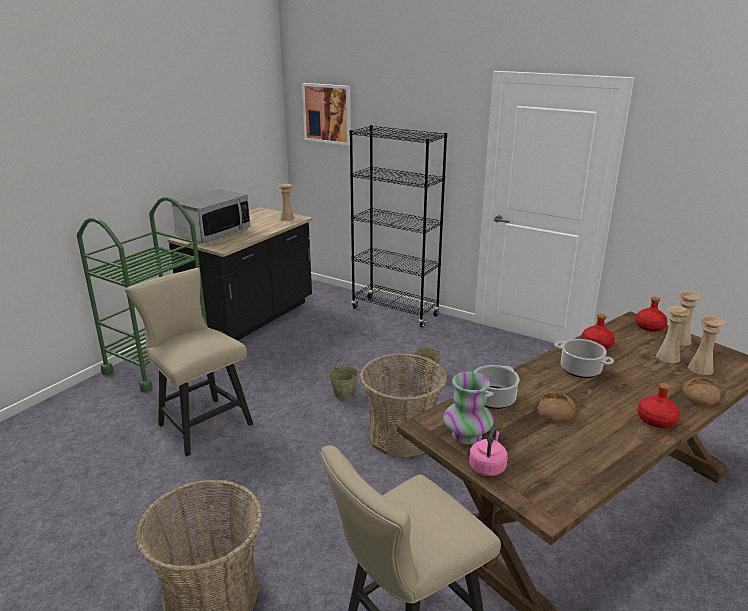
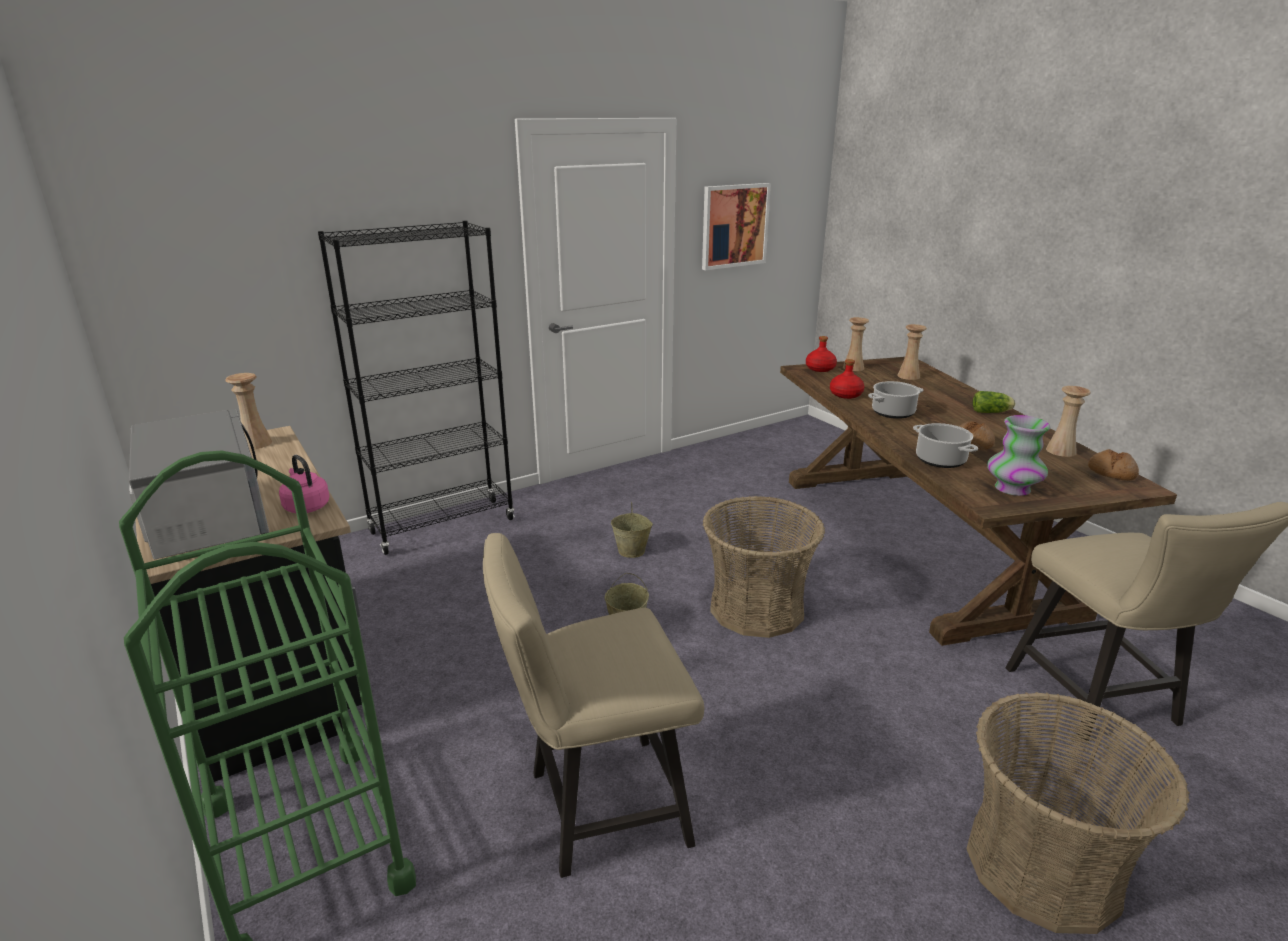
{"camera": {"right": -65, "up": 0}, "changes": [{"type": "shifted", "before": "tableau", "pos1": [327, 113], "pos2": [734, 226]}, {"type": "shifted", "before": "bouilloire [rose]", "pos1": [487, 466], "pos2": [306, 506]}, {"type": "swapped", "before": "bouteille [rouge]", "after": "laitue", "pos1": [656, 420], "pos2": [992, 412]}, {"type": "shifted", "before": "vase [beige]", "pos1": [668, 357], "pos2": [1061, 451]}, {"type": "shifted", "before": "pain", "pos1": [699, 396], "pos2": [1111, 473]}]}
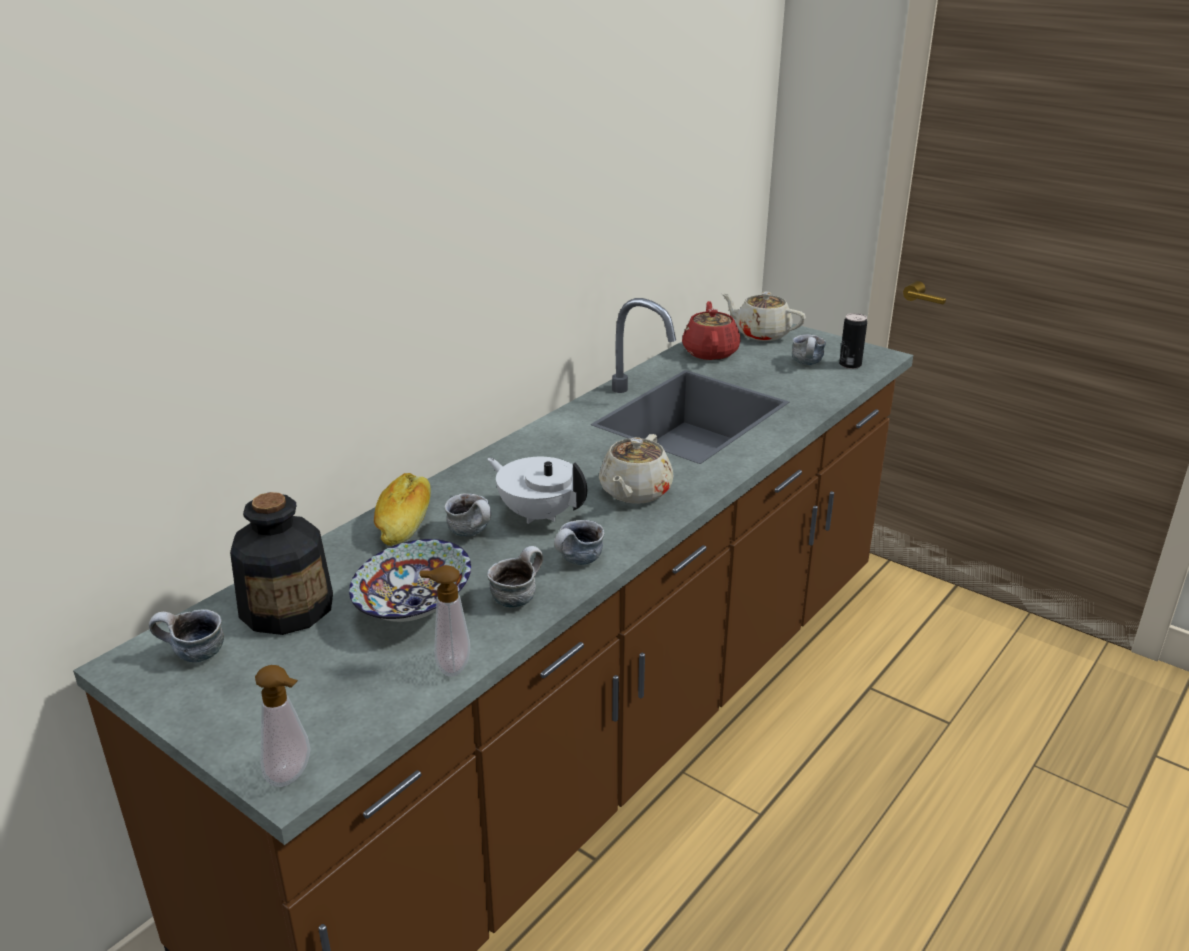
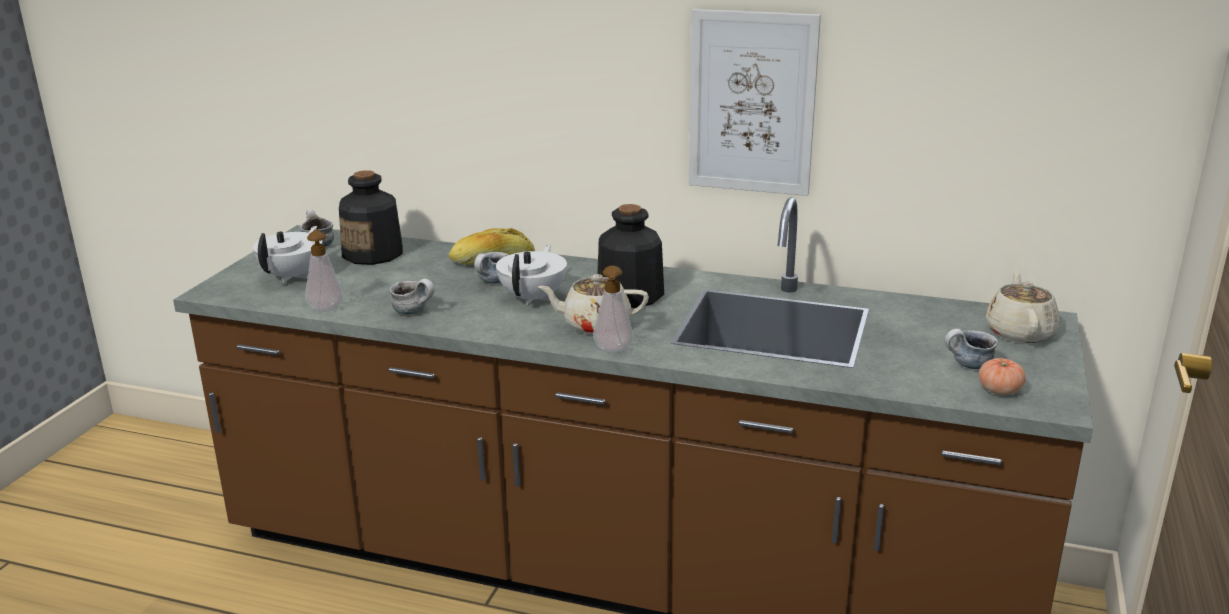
{"camera": {"right": 70, "up": -5}, "changes": [{"type": "shifted", "before": "distributeur de savon", "pos1": [293, 776], "pos2": [613, 351]}, {"type": "gone", "before": "bol", "pos1": [415, 608]}, {"type": "gone", "before": "mug", "pos1": [578, 562]}, {"type": "gone", "before": "théière [rouge]", "pos1": [710, 352]}, {"type": "swapped", "before": "boîte métallique", "after": "tomate", "pos1": [850, 365], "pos2": [999, 390]}, {"type": "new", "after": "théière [blanc]", "pos2": [293, 276]}, {"type": "new", "after": "bouteille", "pos2": [630, 295]}, {"type": "new", "after": "tableau", "pos2": [752, 103]}]}
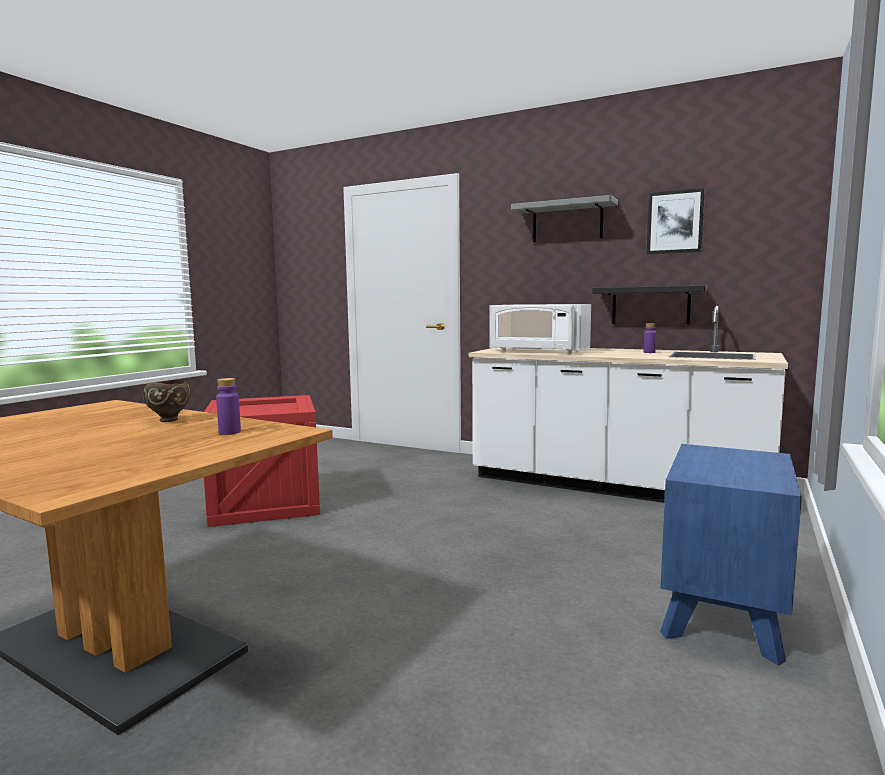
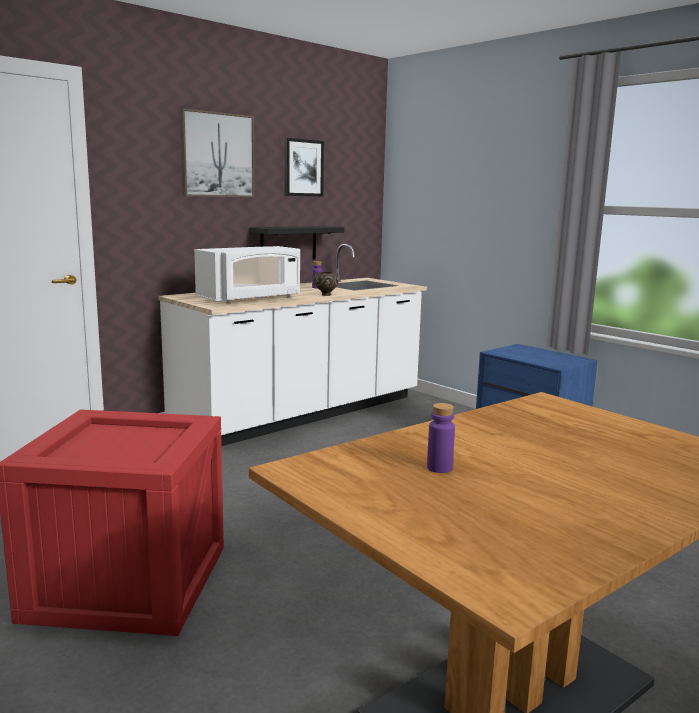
{"camera": {"right": -70, "up": 5}, "changes": [{"type": "shifted", "before": "bol [marron]", "pos1": [169, 420], "pos2": [325, 295]}, {"type": "shifted", "before": "bouteille [violet]", "pos1": [229, 432], "pos2": [439, 468]}, {"type": "swapped", "before": "étagère [gris]", "after": "tableau", "pos1": [567, 222], "pos2": [217, 155]}]}
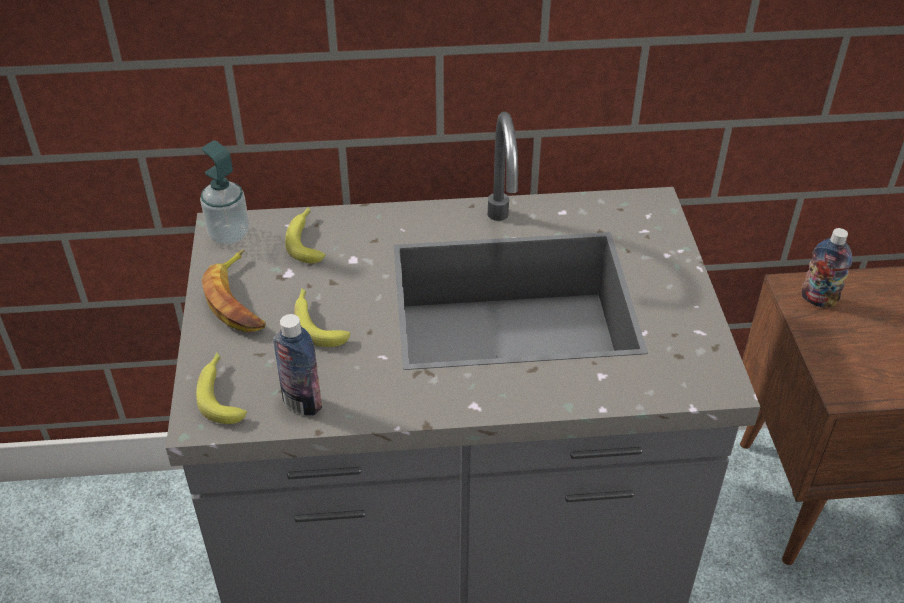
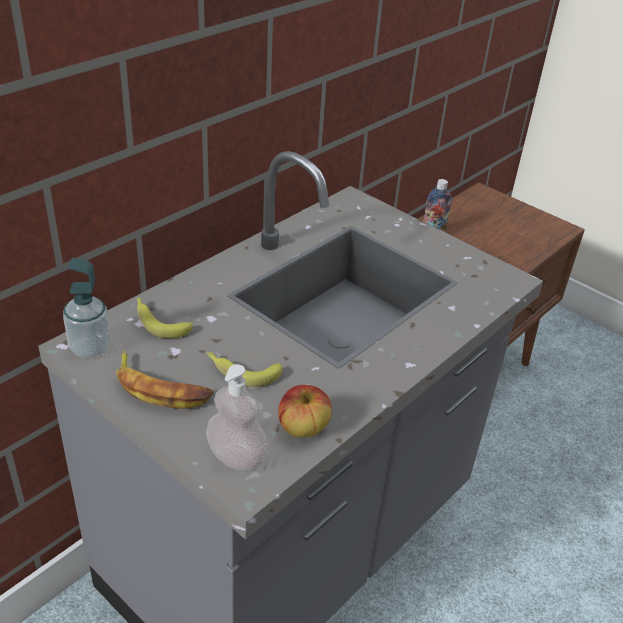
{"camera": {"right": -45, "up": -5}, "changes": [{"type": "swapped", "before": "banane", "after": "distributeur de savon", "pos1": [222, 393], "pos2": [237, 457]}, {"type": "swapped", "before": "bouteille", "after": "pomme", "pos1": [302, 403], "pos2": [303, 428]}]}
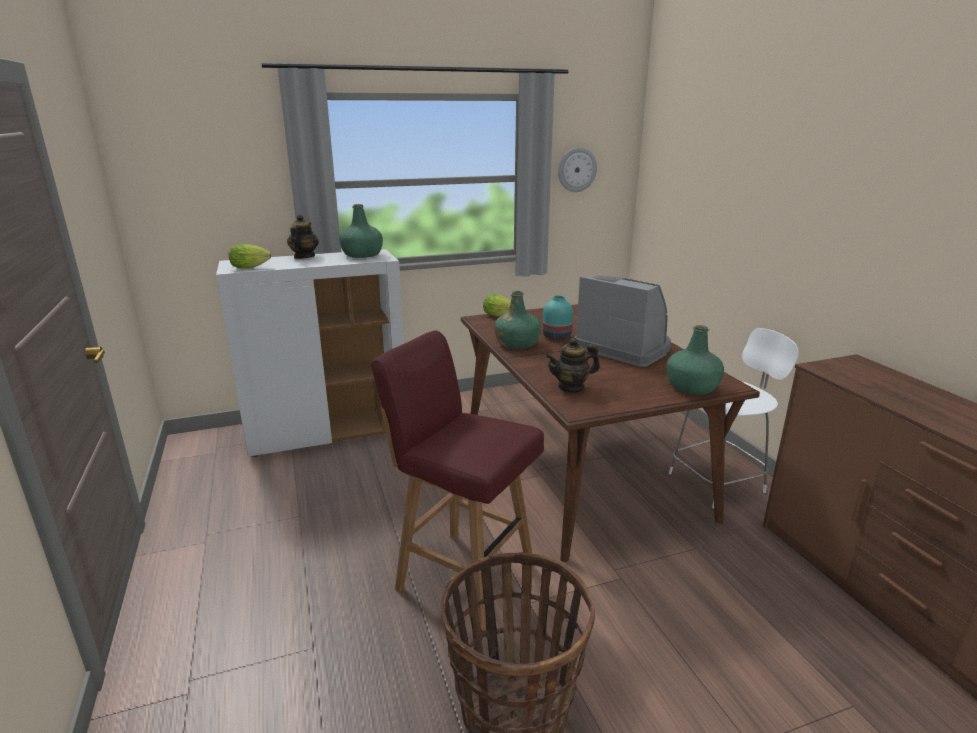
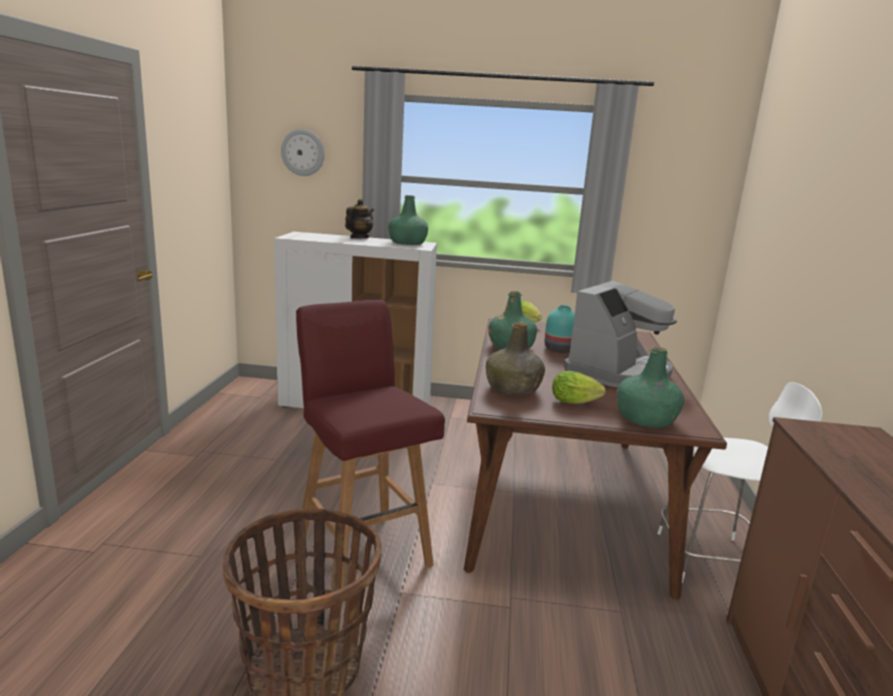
{"camera": {"right": 25, "up": -5}, "changes": [{"type": "shifted", "before": "laitue", "pos1": [252, 267], "pos2": [577, 403]}, {"type": "swapped", "before": "théière", "after": "bouteille [vert]", "pos1": [571, 387], "pos2": [513, 389]}, {"type": "shifted", "before": "horloge murale", "pos1": [576, 169], "pos2": [303, 152]}, {"type": "rotated", "before": "machine à café", "pos1": [624, 348], "pos2": [618, 372], "turn": 60}]}
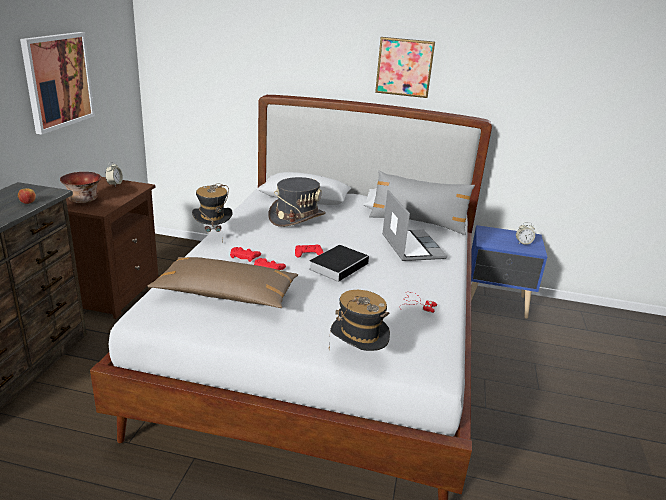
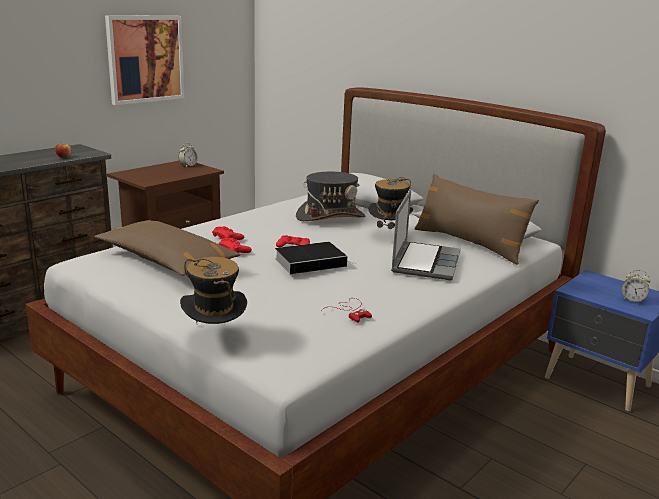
{"camera": {"right": 30, "up": -5}, "changes": [{"type": "gone", "before": "bol", "pos1": [84, 201]}, {"type": "shifted", "before": "chapeau", "pos1": [213, 235], "pos2": [388, 235]}, {"type": "repainted", "before": "coussin [gris]", "after": "coussin [marron]", "pos1": [417, 223], "pos2": [469, 244]}, {"type": "gone", "before": "tableau", "pos1": [404, 67]}]}
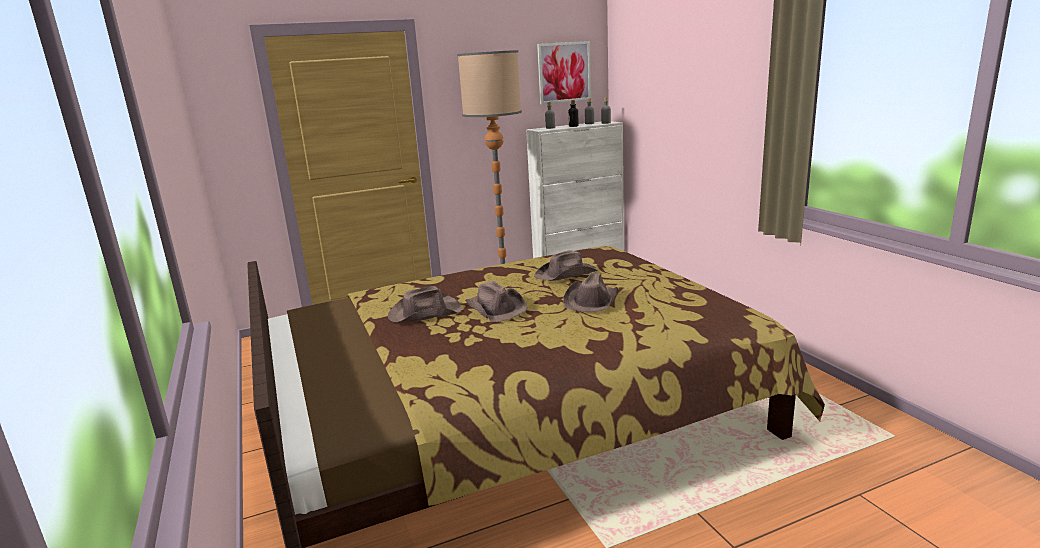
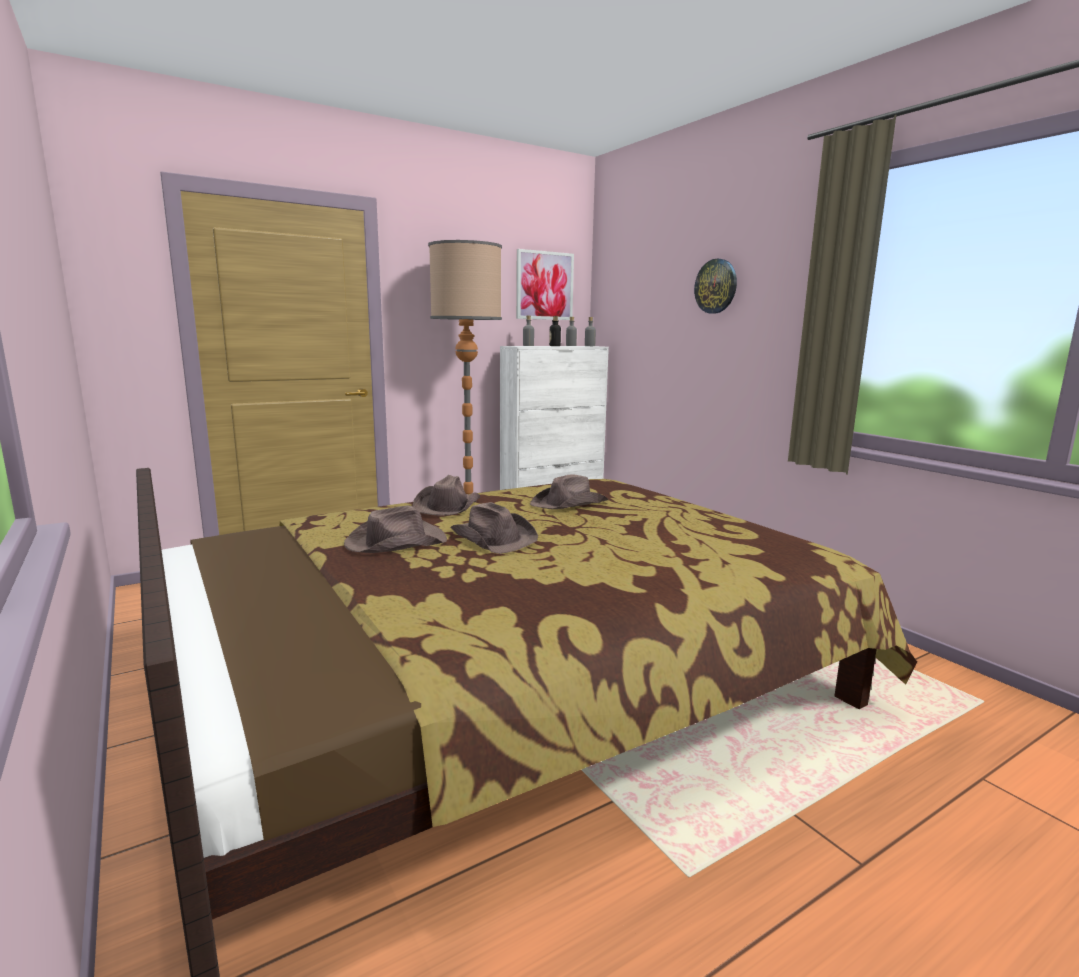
{"camera": {"right": -10, "up": -5}, "changes": [{"type": "shifted", "before": "chapeau [marron]", "pos1": [591, 300], "pos2": [447, 506]}, {"type": "new", "after": "horloge murale", "pos2": [716, 286]}]}
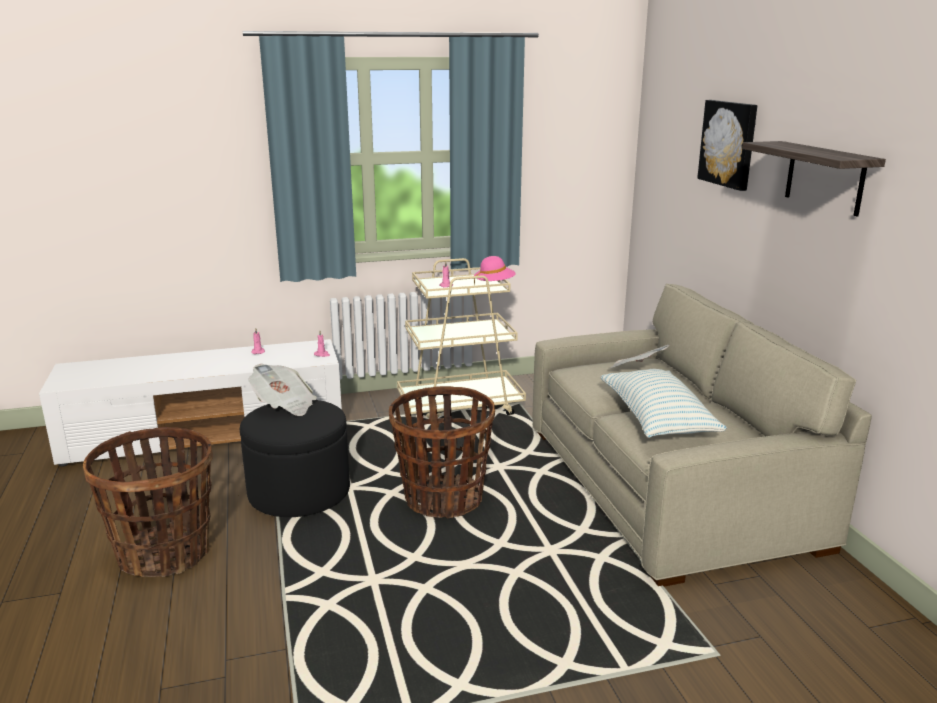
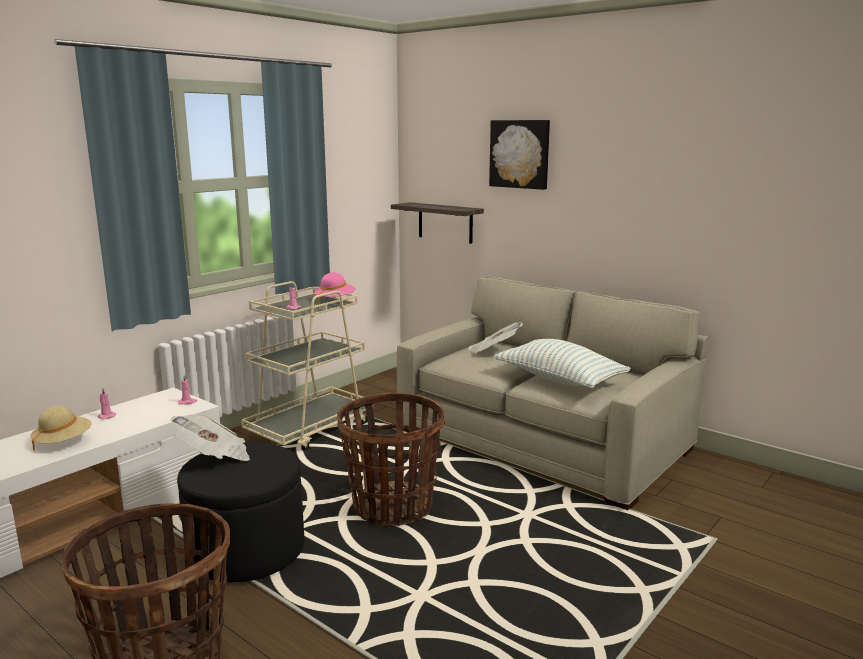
{"camera": {"right": -35, "up": -5}, "changes": [{"type": "shifted", "before": "étagère", "pos1": [824, 177], "pos2": [445, 222]}, {"type": "new", "after": "chapeau [beige]", "pos2": [63, 442]}]}
